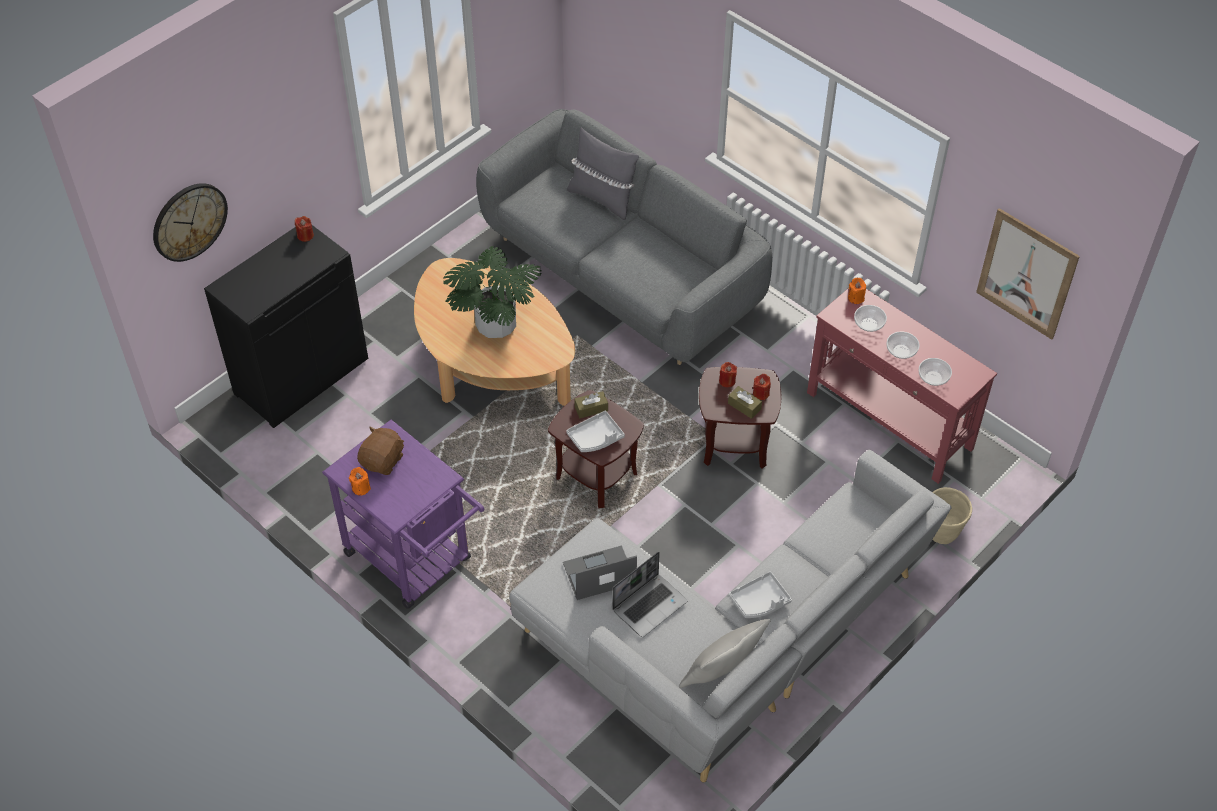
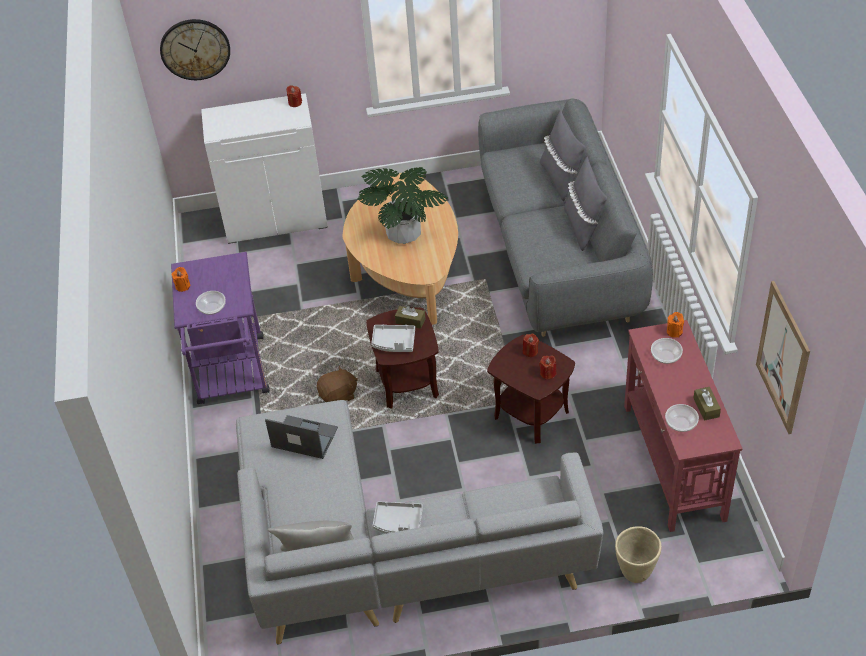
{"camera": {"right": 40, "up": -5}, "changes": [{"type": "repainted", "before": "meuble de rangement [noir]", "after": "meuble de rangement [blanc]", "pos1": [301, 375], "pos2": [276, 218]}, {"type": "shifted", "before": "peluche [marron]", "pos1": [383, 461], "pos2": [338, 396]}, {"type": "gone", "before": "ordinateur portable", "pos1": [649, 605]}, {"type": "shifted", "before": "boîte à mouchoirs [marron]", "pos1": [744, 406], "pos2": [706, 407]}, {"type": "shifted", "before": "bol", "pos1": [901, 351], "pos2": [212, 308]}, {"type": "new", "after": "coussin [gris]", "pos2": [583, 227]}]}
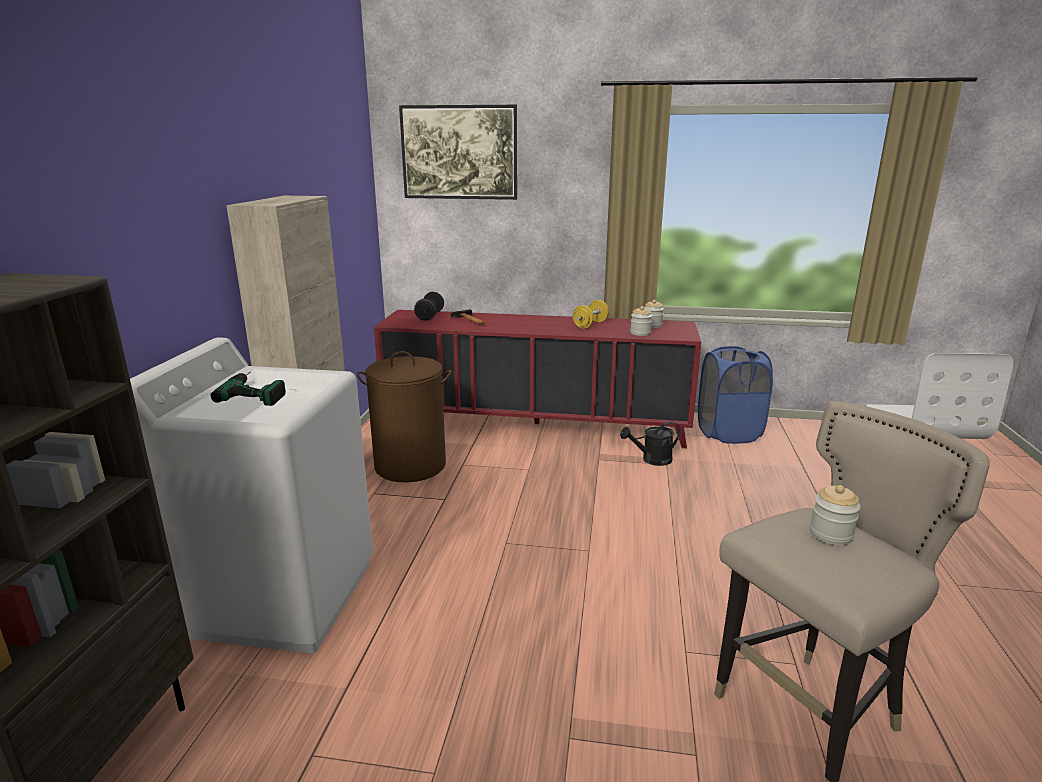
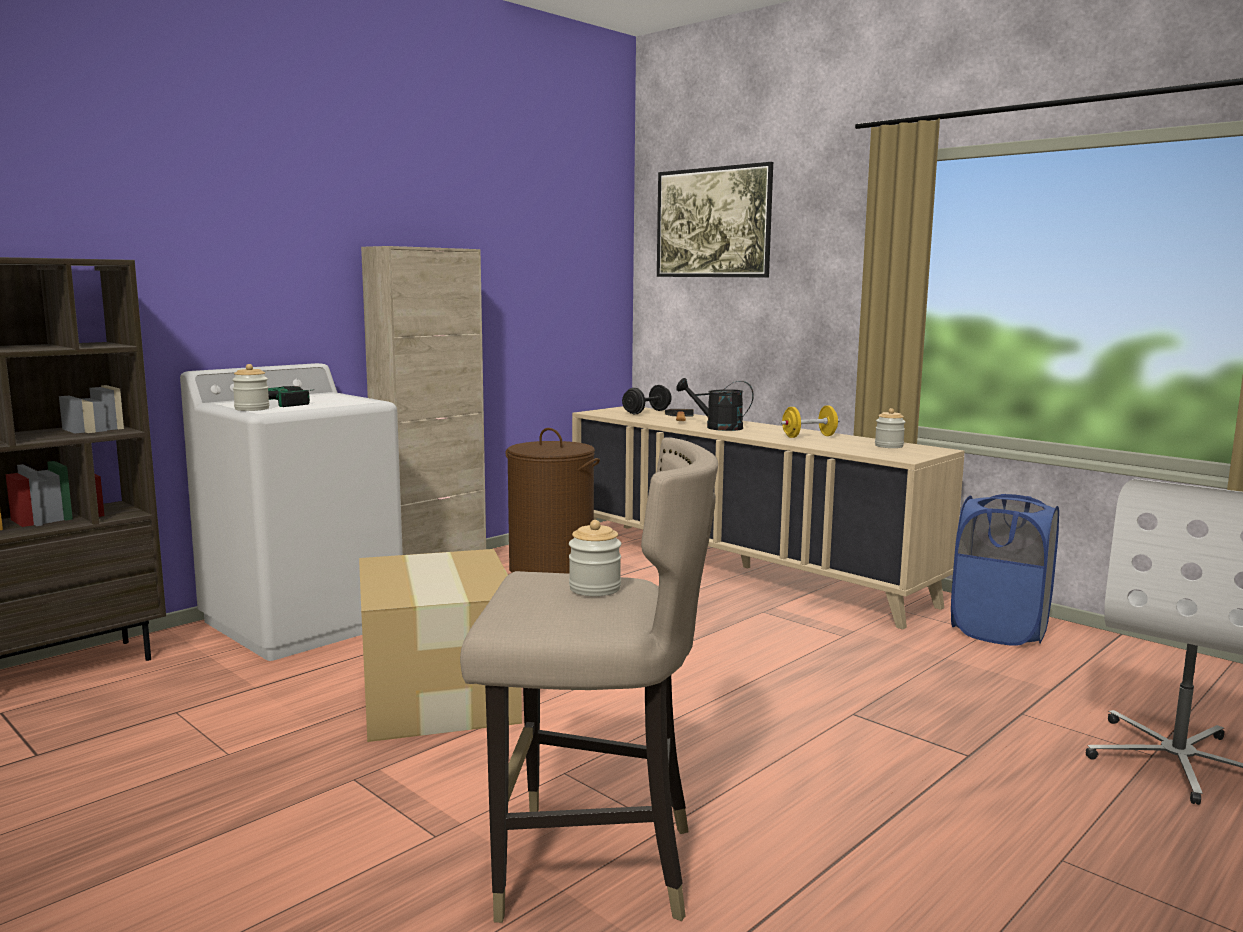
{"camera": {"right": 35, "up": -10}, "changes": [{"type": "repainted", "before": "meuble de rangement [rouge]", "after": "meuble de rangement [beige]", "pos1": [535, 425], "pos2": [741, 569]}, {"type": "shifted", "before": "arrosoir [noir]", "pos1": [652, 460], "pos2": [717, 427]}, {"type": "shifted", "before": "bocal", "pos1": [640, 333], "pos2": [252, 409]}, {"type": "new", "after": "carton", "pos2": [439, 693]}]}
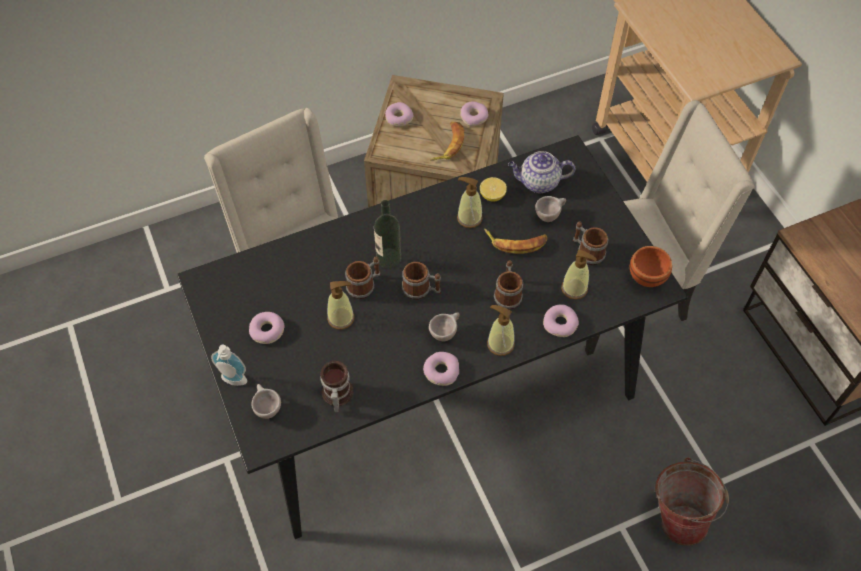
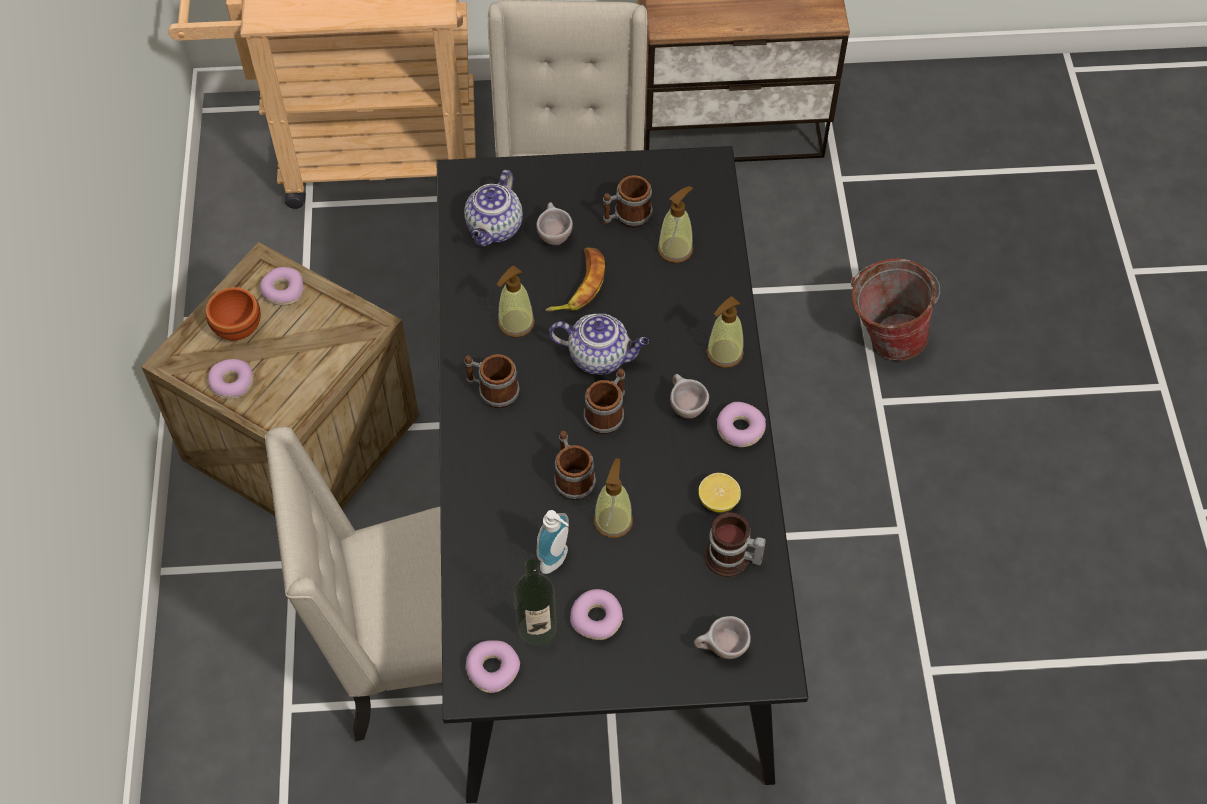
{"camera": {"right": -70, "up": 0}, "changes": [{"type": "shifted", "before": "distributeur de savon", "pos1": [233, 382], "pos2": [557, 561]}, {"type": "shifted", "before": "bouteille", "pos1": [388, 258], "pos2": [537, 629]}, {"type": "gone", "before": "banane", "pos1": [448, 144]}, {"type": "shifted", "before": "citron", "pos1": [492, 195], "pos2": [718, 501]}, {"type": "shifted", "before": "mug", "pos1": [507, 294], "pos2": [492, 391]}, {"type": "shifted", "before": "beignet", "pos1": [560, 324], "pos2": [492, 669]}, {"type": "shifted", "before": "bol [marron]", "pos1": [645, 277], "pos2": [236, 329]}, {"type": "new", "after": "théière", "pos2": [600, 357]}]}
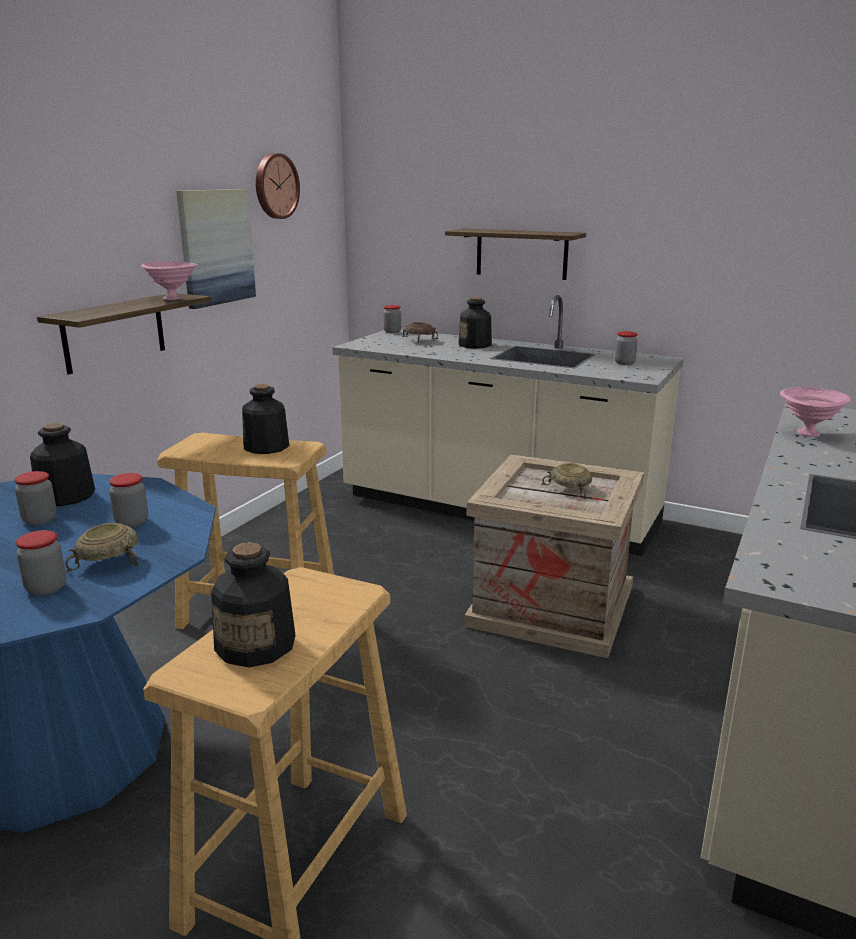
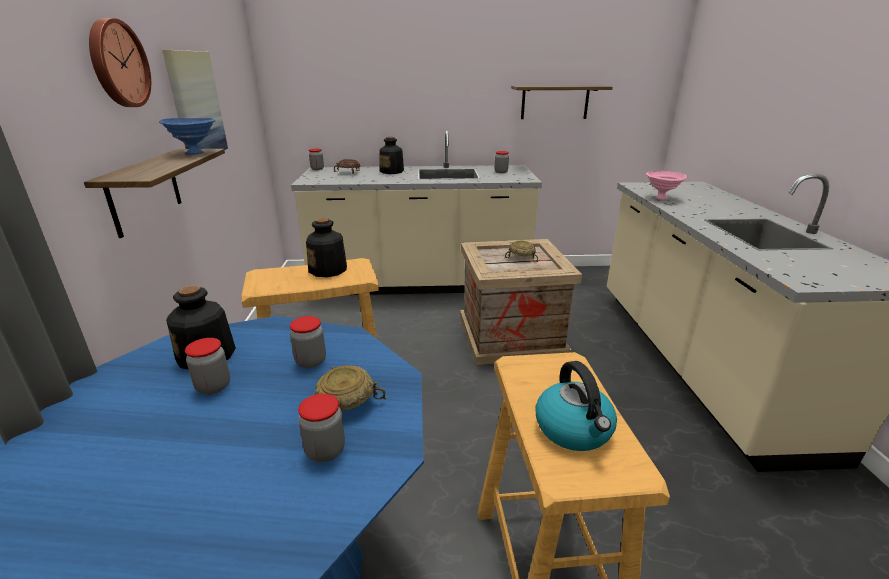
{"camera": {"right": -30, "up": 5}, "changes": [{"type": "repainted", "before": "bol [rose]", "after": "bol [bleu]", "pos1": [173, 299], "pos2": [194, 153]}, {"type": "swapped", "before": "bouteille", "after": "bouilloire", "pos1": [256, 645], "pos2": [574, 430]}, {"type": "shifted", "before": "horloge murale", "pos1": [275, 186], "pos2": [117, 64]}, {"type": "shifted", "before": "étagère", "pos1": [521, 254], "pos2": [555, 102]}]}
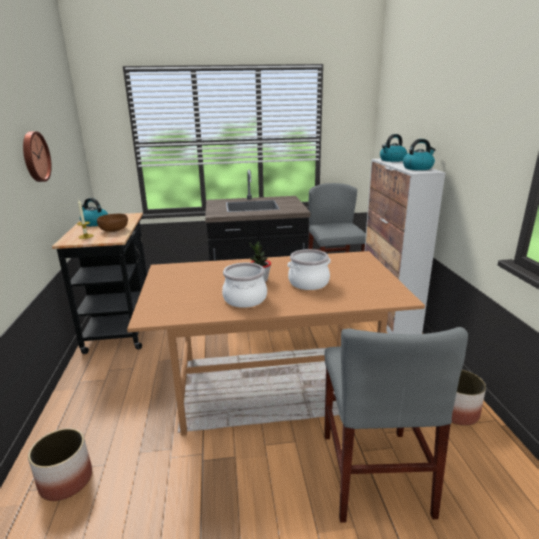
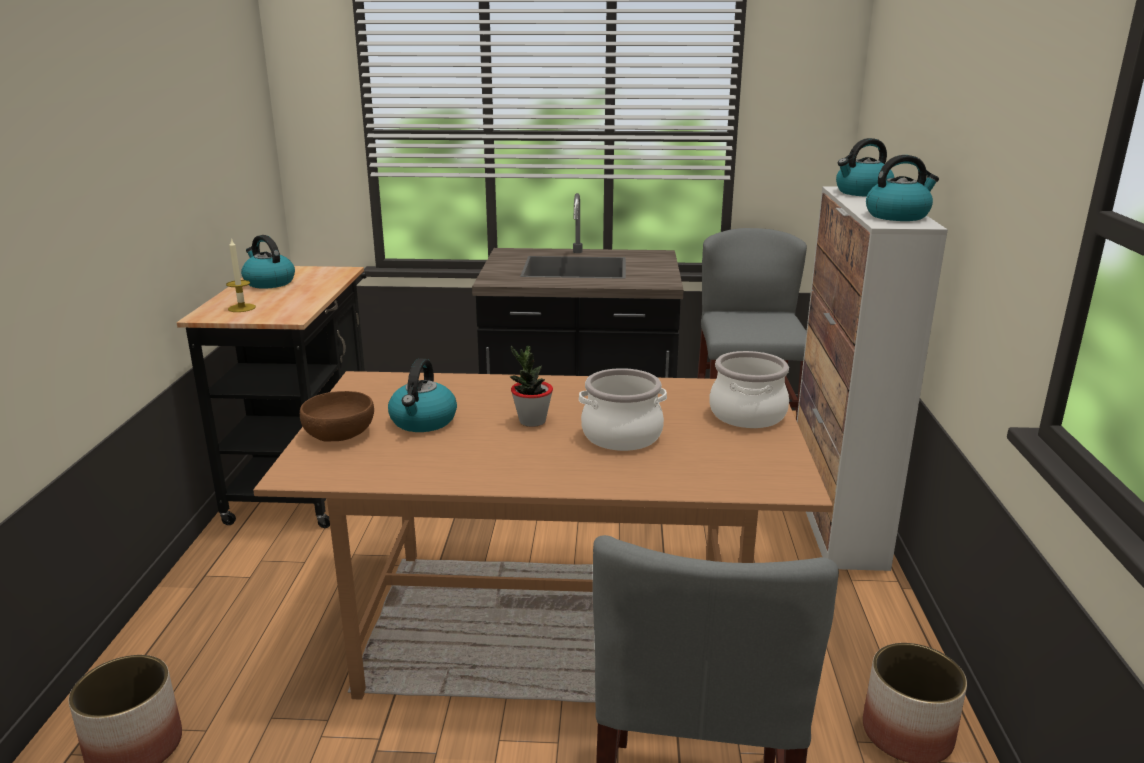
{"camera": {"right": 10, "up": 0}, "changes": [{"type": "gone", "before": "horloge murale", "pos1": [34, 157]}, {"type": "shifted", "before": "bol [marron]", "pos1": [114, 230], "pos2": [340, 434]}, {"type": "shifted", "before": "marmite", "pos1": [244, 299], "pos2": [746, 415]}, {"type": "new", "after": "bouilloire", "pos2": [423, 421]}]}
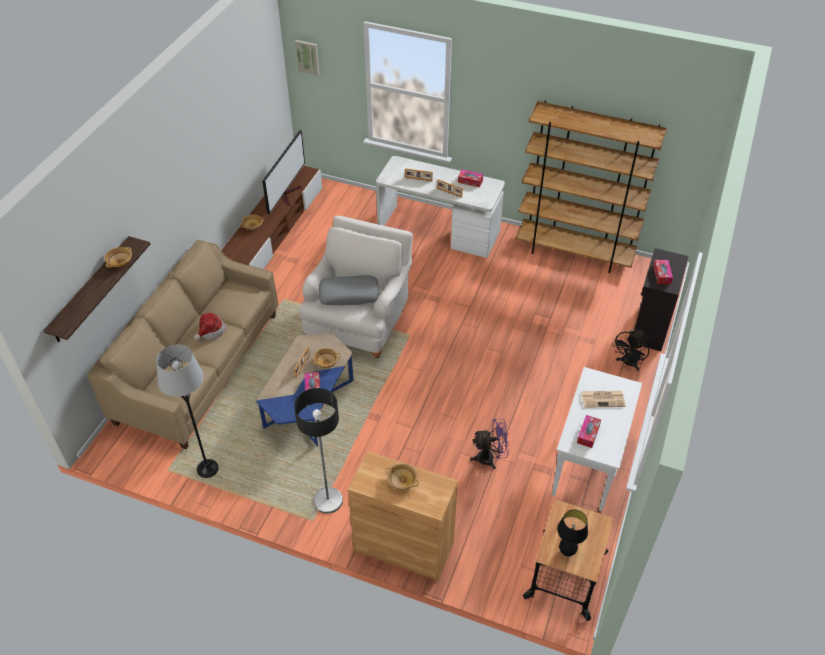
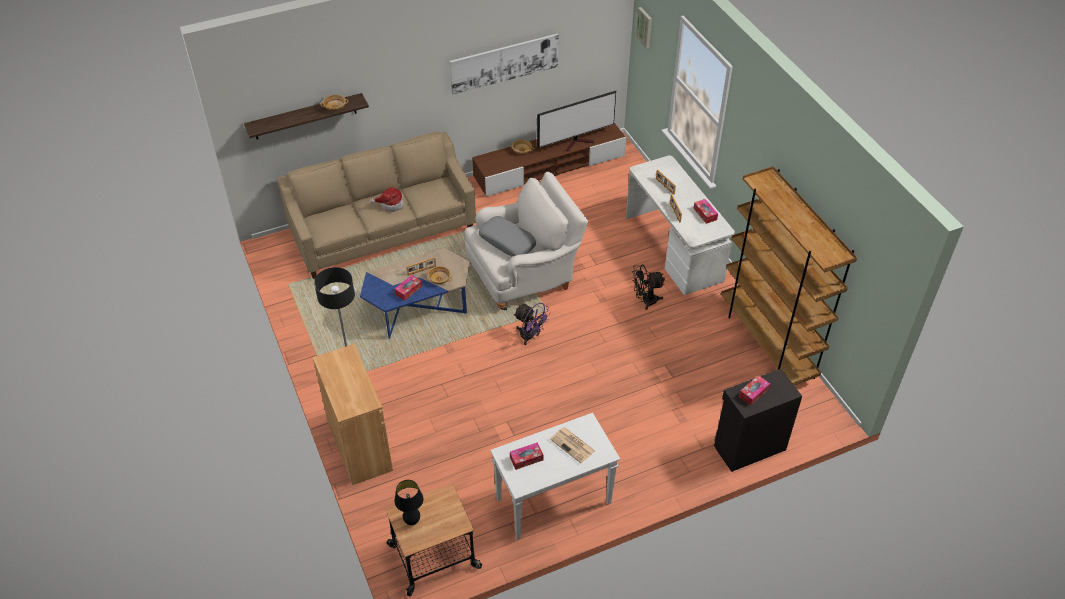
{"camera": {"right": 45, "up": 0}, "changes": [{"type": "gone", "before": "lampadaire [gris]", "pos1": [207, 469]}, {"type": "gone", "before": "bol [beige]", "pos1": [401, 481]}, {"type": "shifted", "before": "ventilateur [violet]", "pos1": [490, 458], "pos2": [530, 336]}, {"type": "shifted", "before": "ventilateur [noir]", "pos1": [628, 363], "pos2": [645, 301]}, {"type": "new", "after": "tableau", "pos2": [504, 63]}]}
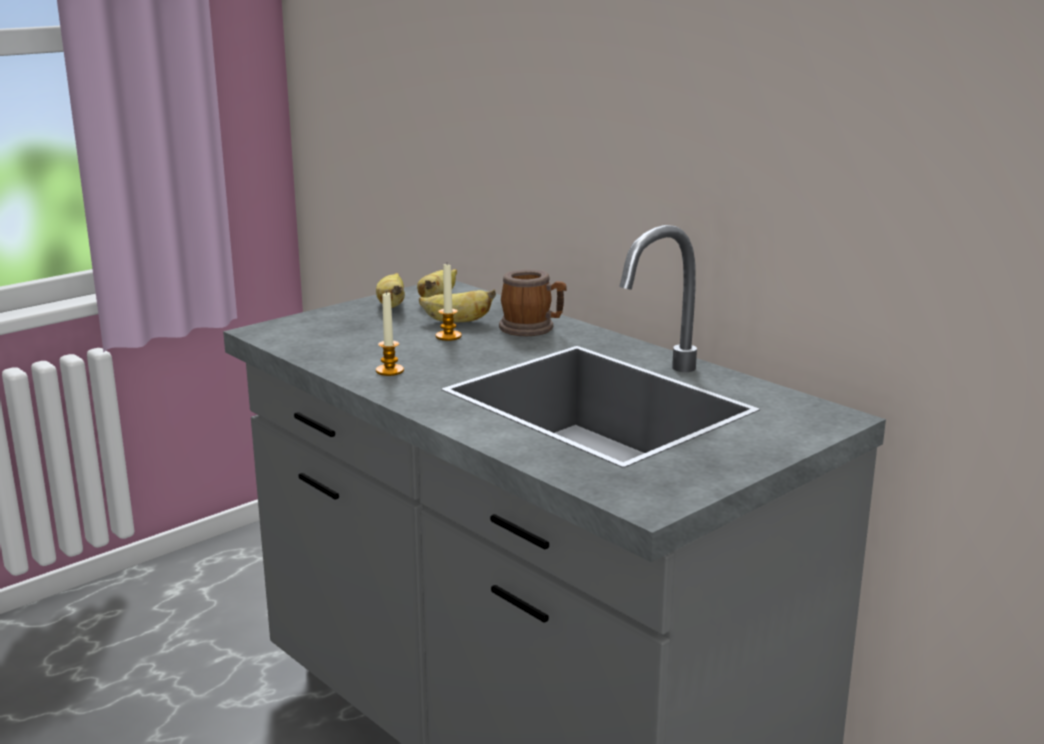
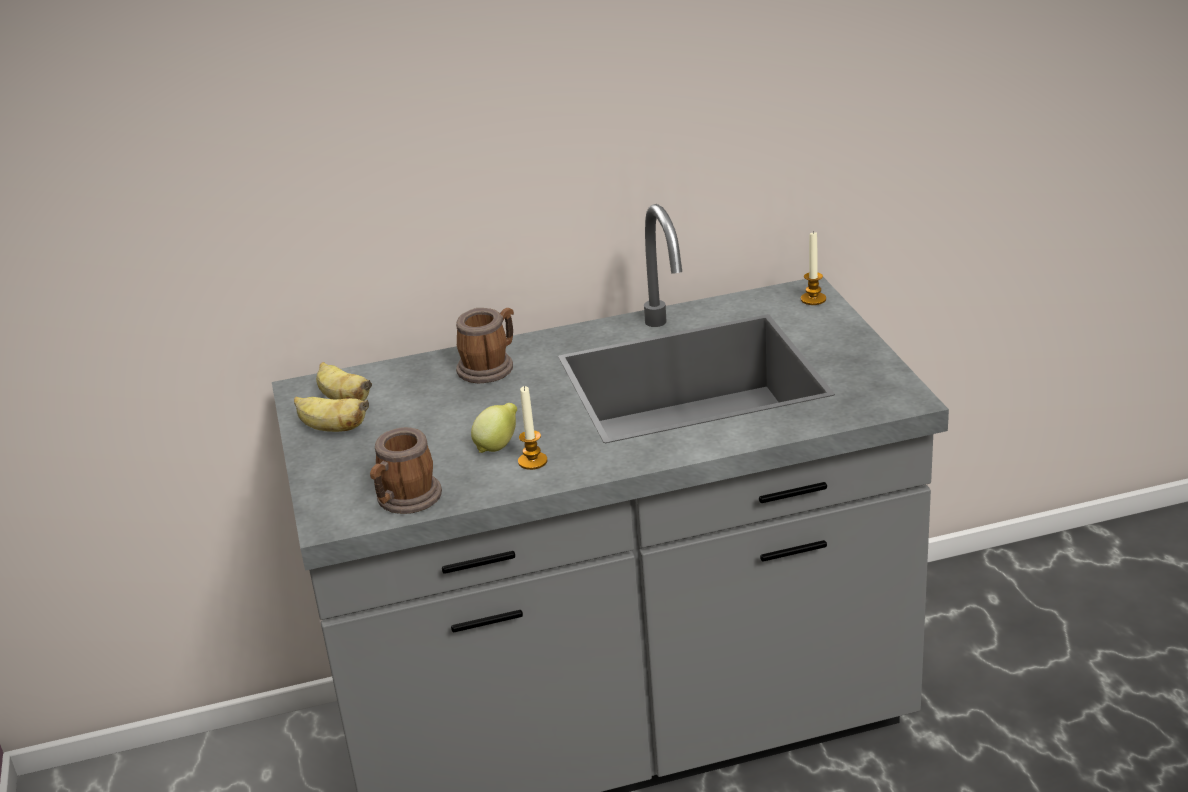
{"camera": {"right": -60, "up": 10}, "changes": [{"type": "gone", "before": "banane", "pos1": [456, 322]}, {"type": "shifted", "before": "bougie", "pos1": [448, 336], "pos2": [813, 299]}, {"type": "new", "after": "mug", "pos2": [405, 500]}, {"type": "new", "after": "citron", "pos2": [498, 446]}]}
